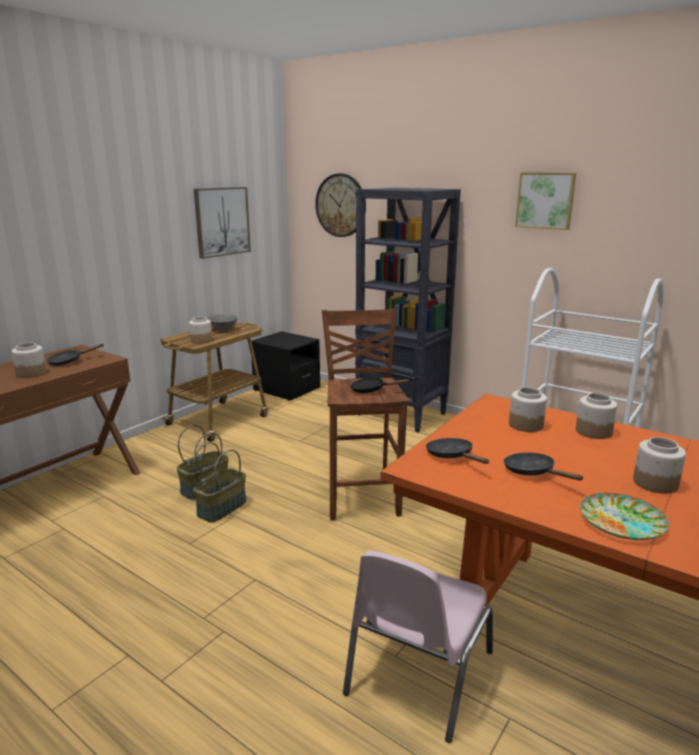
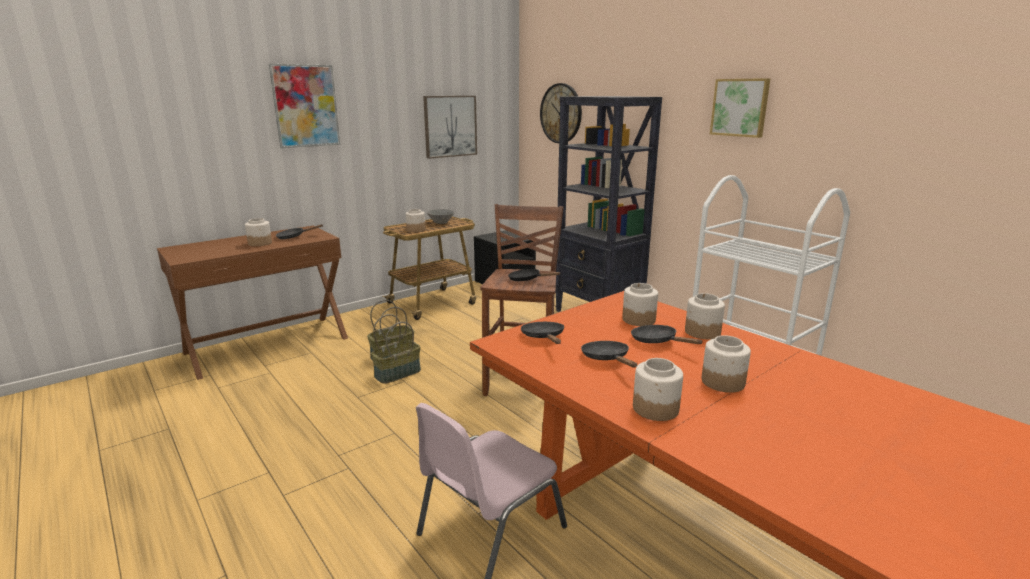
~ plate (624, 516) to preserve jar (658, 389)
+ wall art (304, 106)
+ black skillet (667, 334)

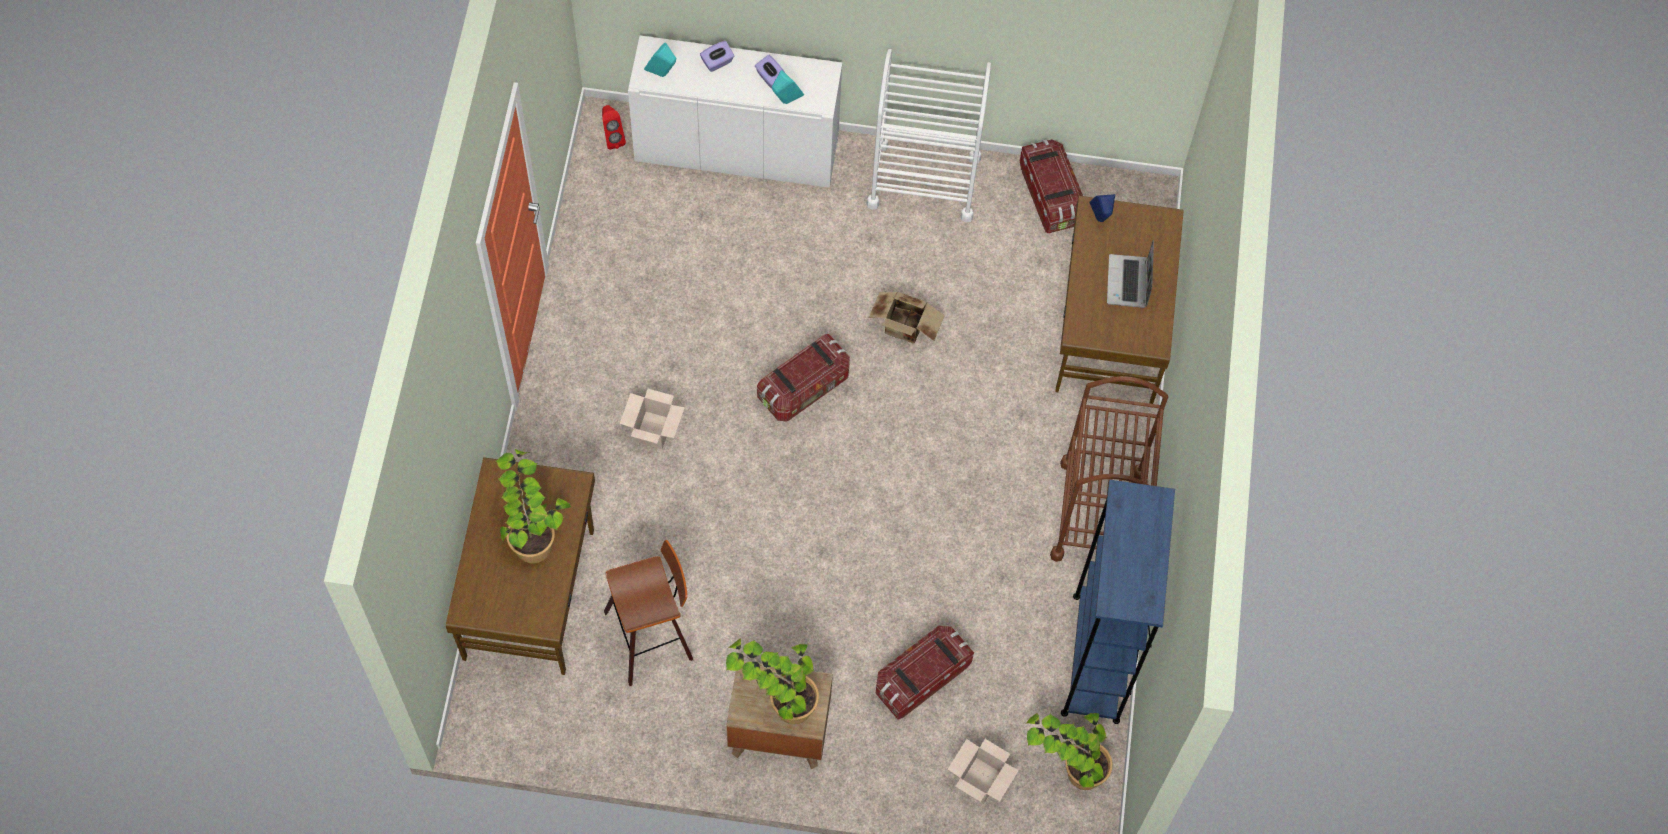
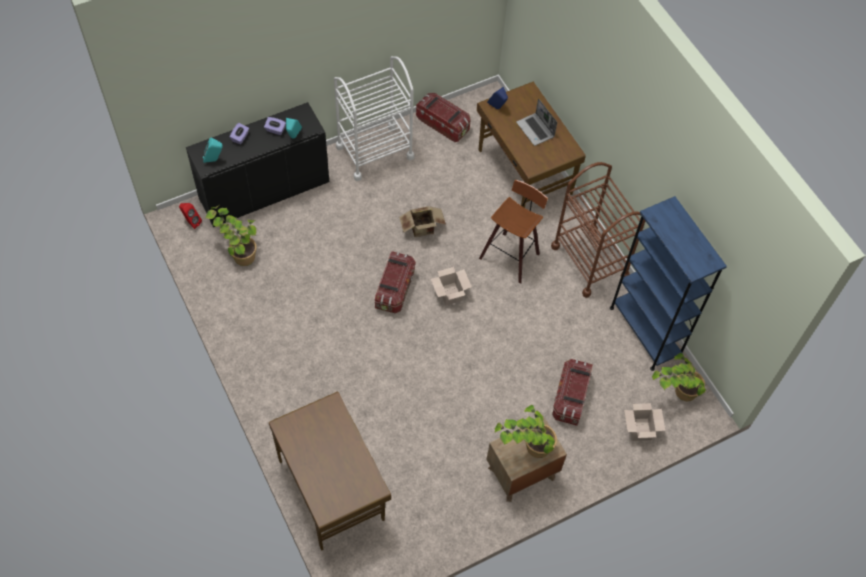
~ white cabinet (735, 112) to black cabinet (257, 164)
~ carton (652, 419) to (451, 286)
~ plant in a pot (533, 506) to (231, 235)
~ stool seat (648, 613) to (513, 232)

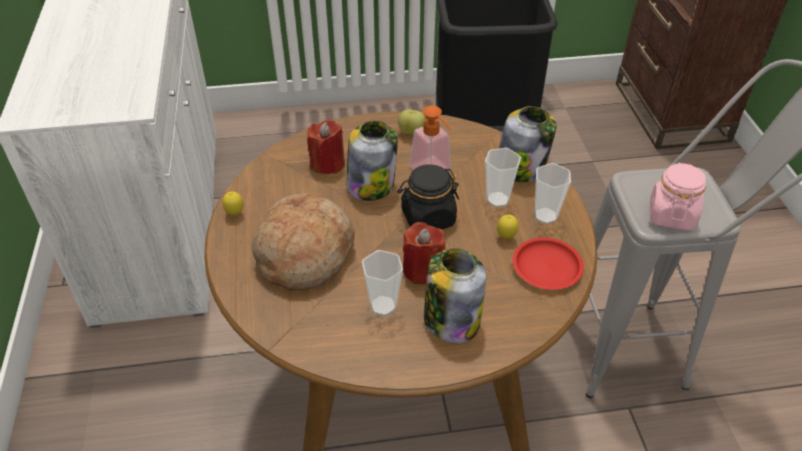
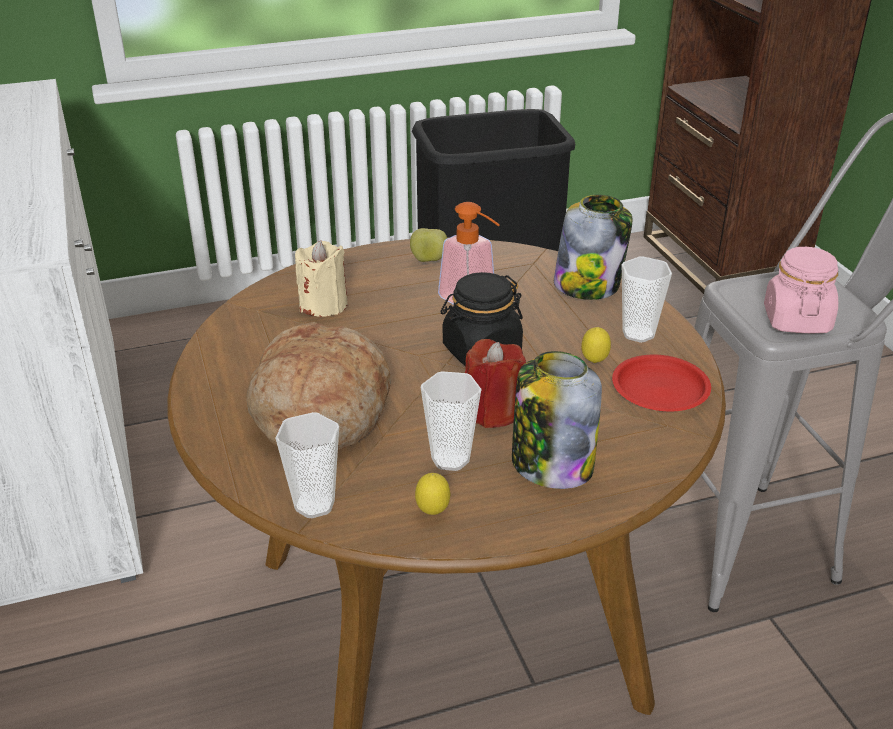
~ reddish candle (326, 146) to sand-coloured candle (321, 278)
- preserve jar (372, 161)
~ drinking cup (503, 177) to (307, 465)
~ lemon (233, 203) to (432, 494)

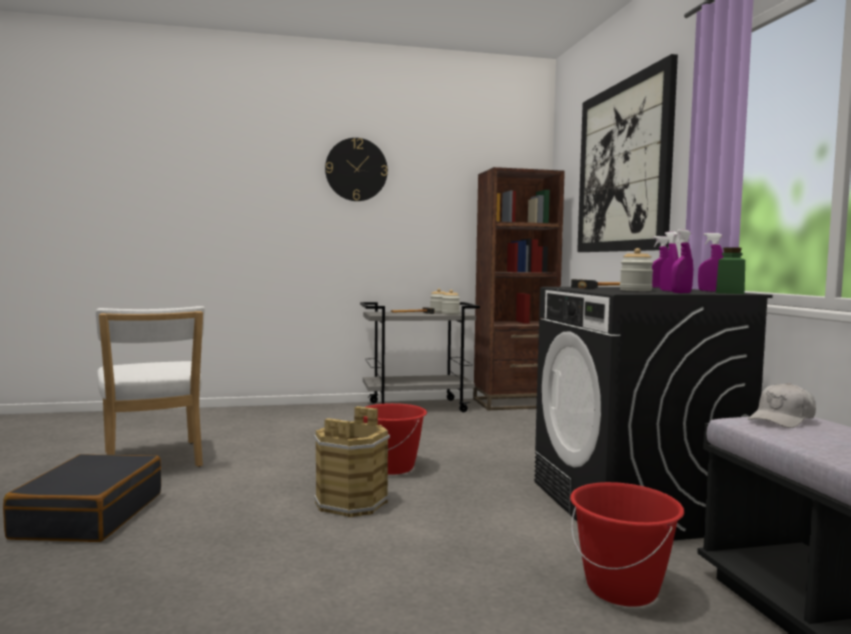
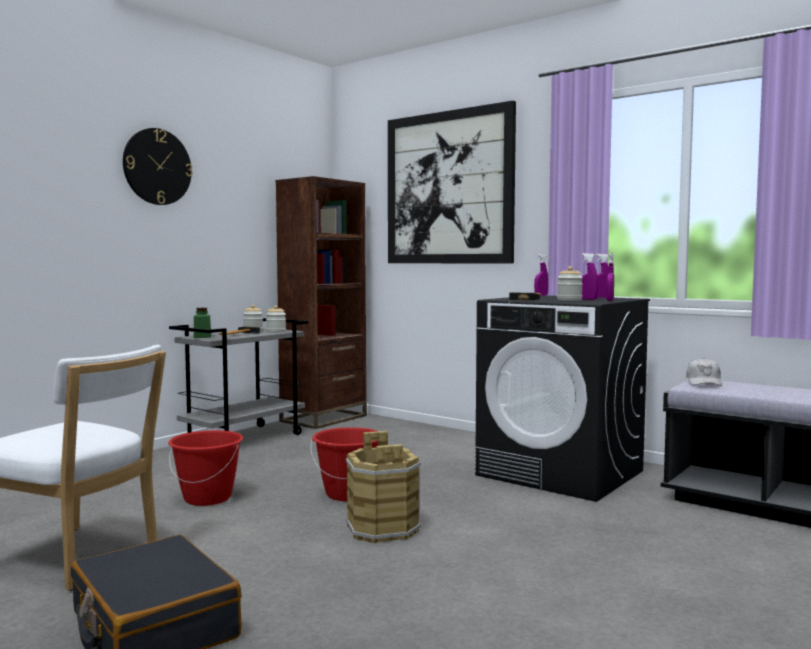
~ green preserve jar (730, 271) to (202, 323)
~ reddish water bucket (627, 544) to (205, 468)

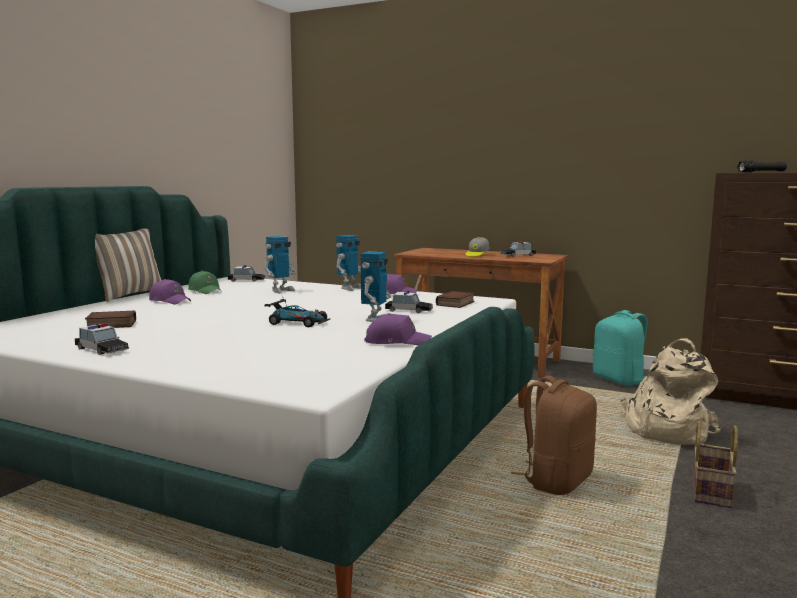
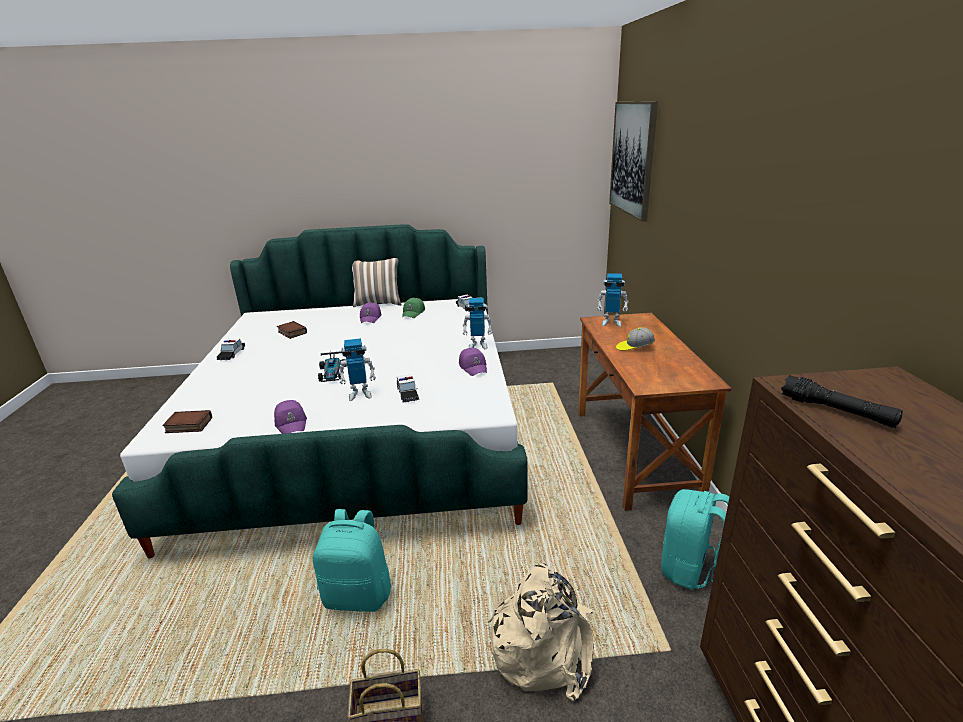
~ model robot (280, 264) to (613, 300)
- miniature car (518, 249)
~ bound book (455, 299) to (187, 421)
~ brown knapsack (554, 435) to turquoise-coloured knapsack (352, 560)
+ wall art (633, 162)

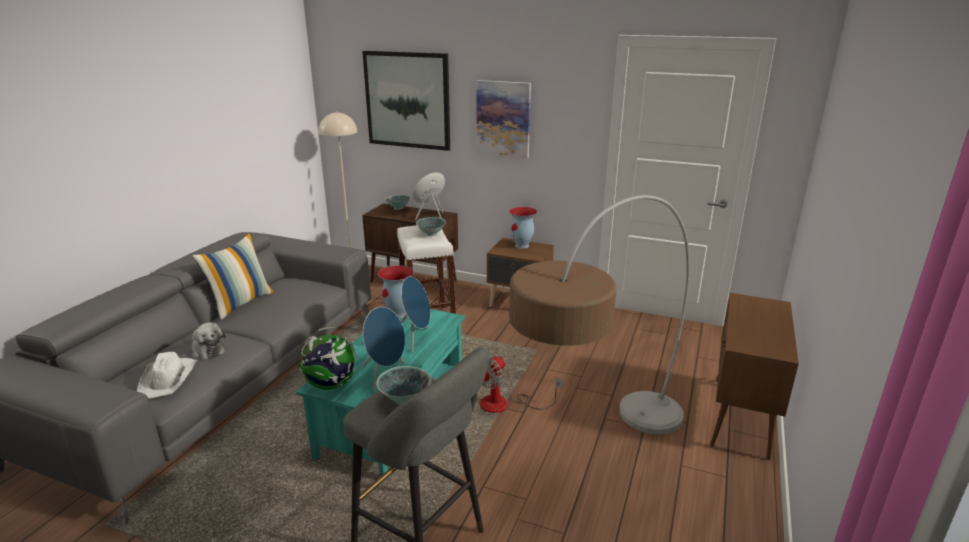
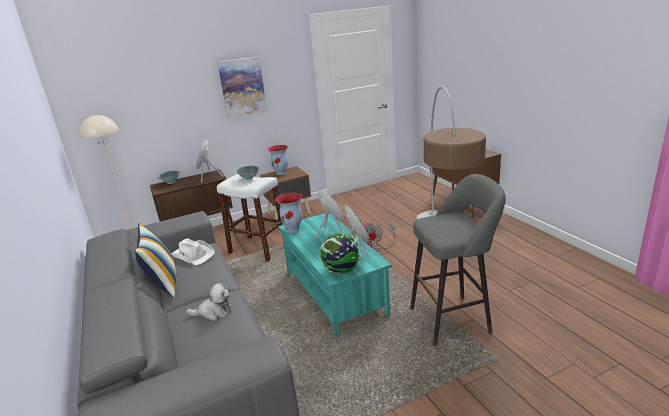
- wall art (406, 101)
~ white clothing hat (167, 375) to (193, 251)
- serving bowl (403, 385)

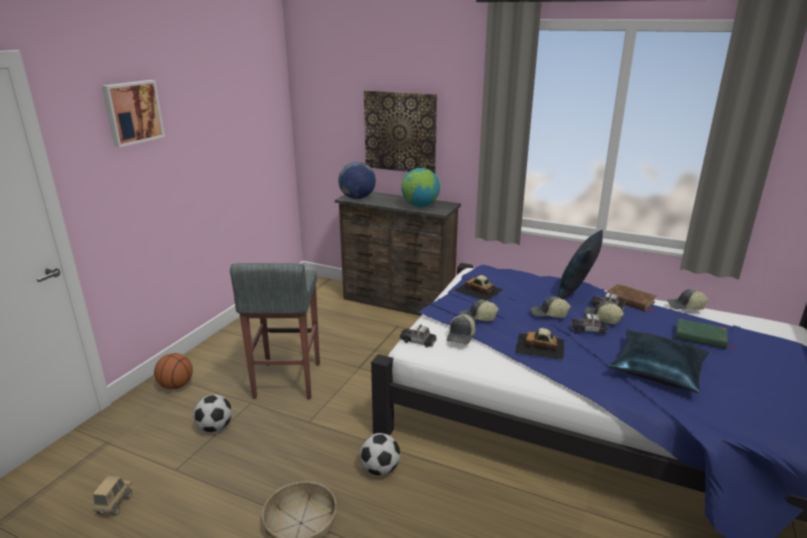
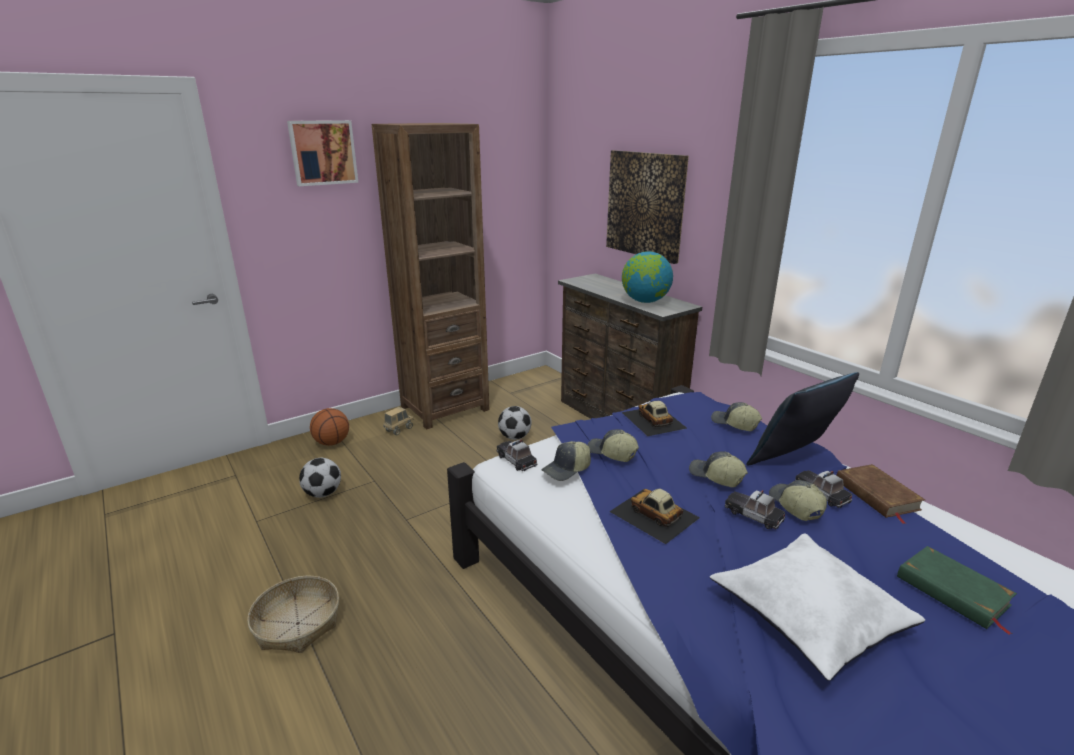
- desk globe (357, 180)
- grey stool seat (275, 331)
~ cap (687, 299) to (736, 417)
~ bluish throw pillow (659, 361) to white throw pillow (817, 607)
~ ball for football (380, 454) to (515, 423)
~ toy lorry (112, 496) to (398, 421)
+ brown shelving unit (430, 276)

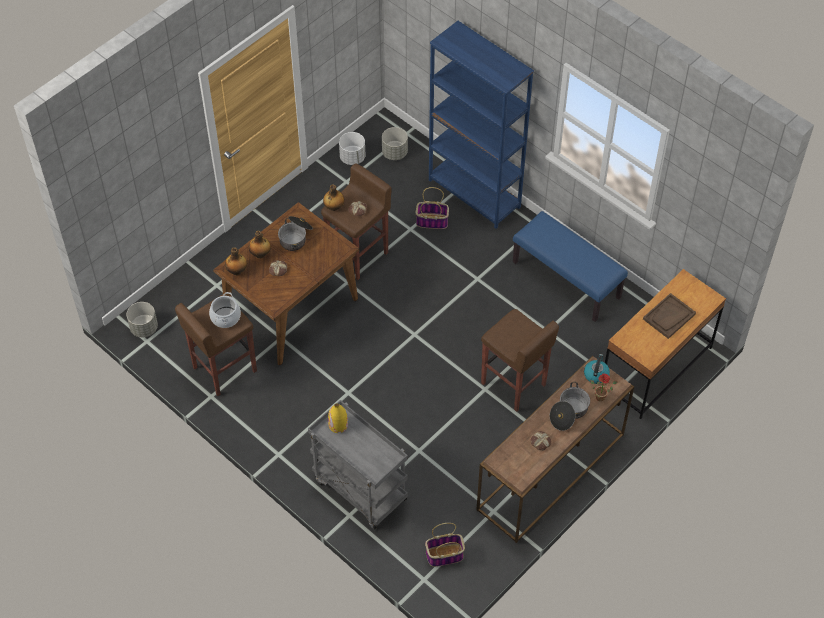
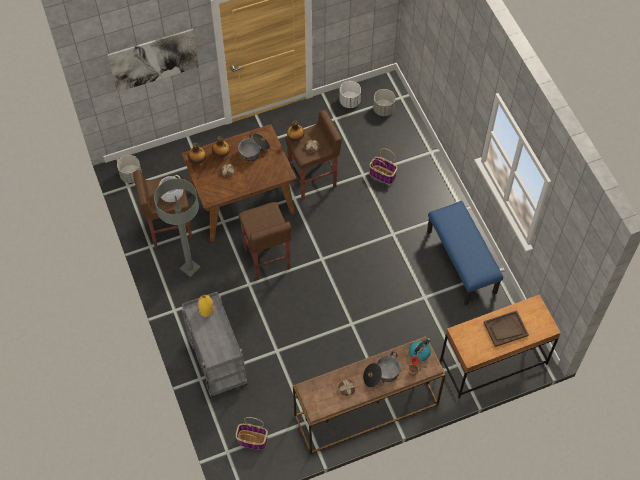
- bluish shelving unit (481, 125)
~ brown stool seat (520, 360) to (265, 241)
+ wall art (153, 60)
+ grey standing lamp (177, 227)

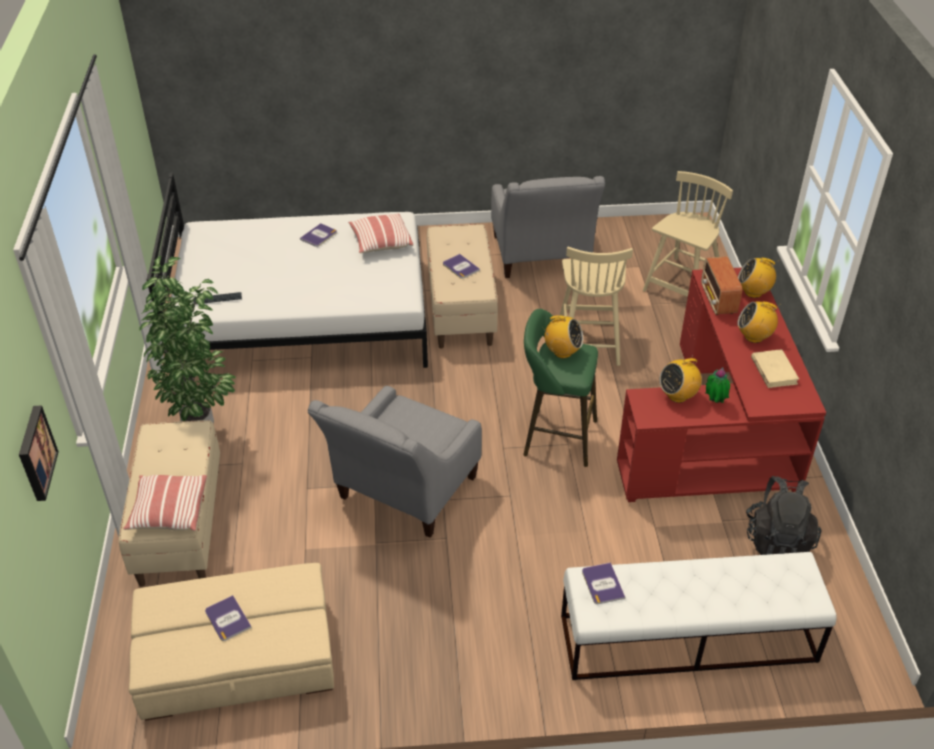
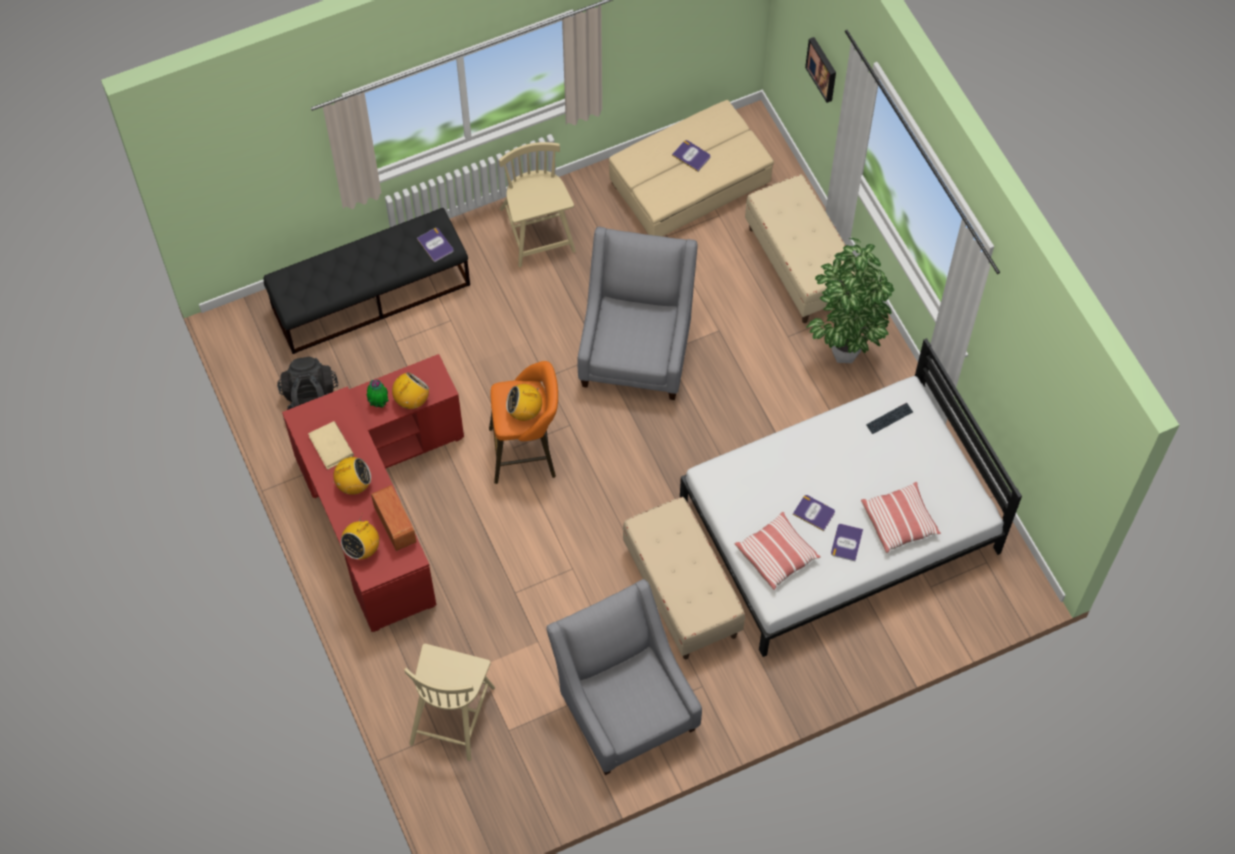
~ sand-coloured chair (596, 306) to (537, 204)
~ bound book (461, 266) to (814, 513)
~ radio receiver (757, 278) = (360, 536) 135 degrees clockwise
~ green stool seat (560, 388) to orange stool seat (523, 422)
~ throw pillow (165, 503) to (901, 517)
~ white indoor bench (699, 616) to black indoor bench (366, 281)

